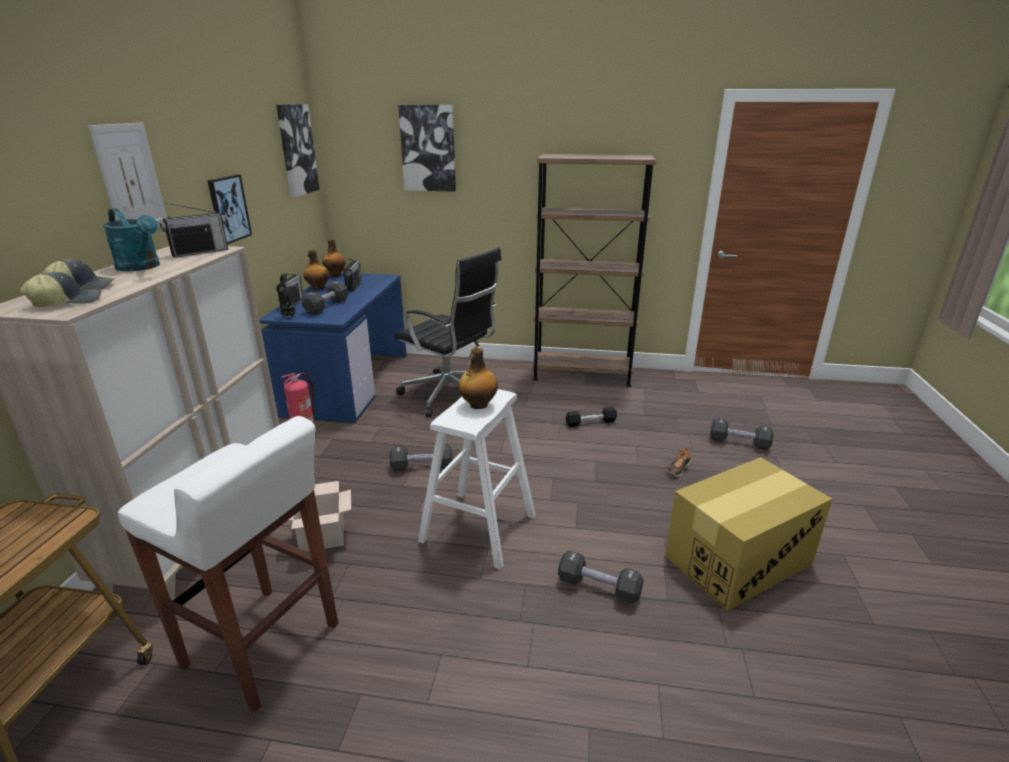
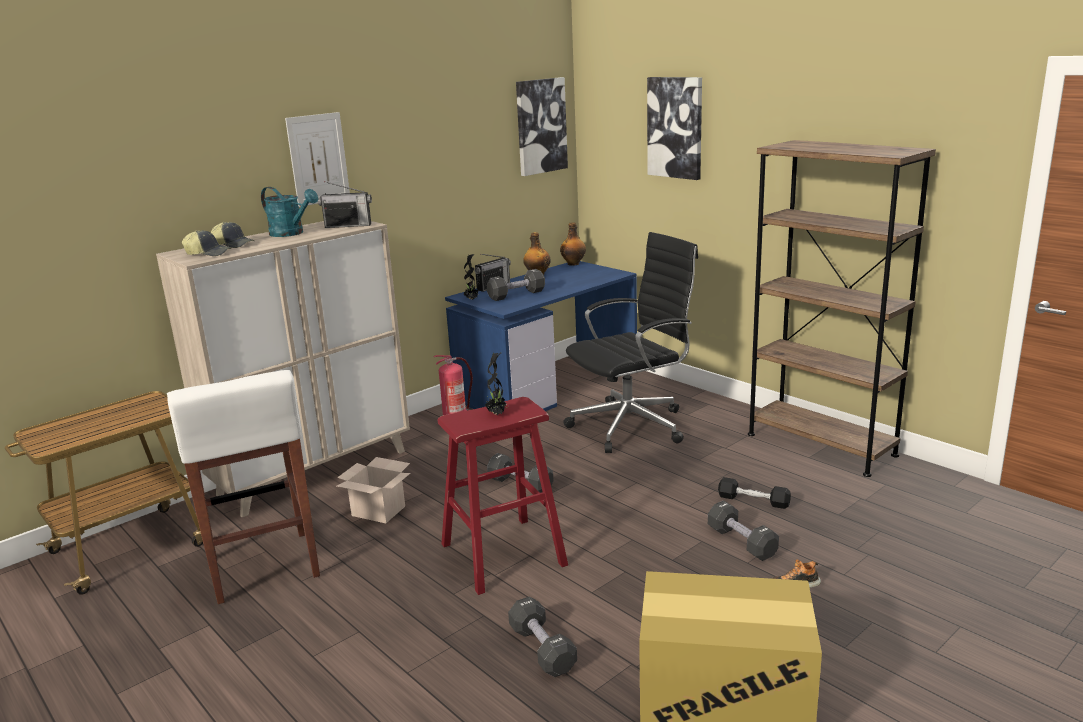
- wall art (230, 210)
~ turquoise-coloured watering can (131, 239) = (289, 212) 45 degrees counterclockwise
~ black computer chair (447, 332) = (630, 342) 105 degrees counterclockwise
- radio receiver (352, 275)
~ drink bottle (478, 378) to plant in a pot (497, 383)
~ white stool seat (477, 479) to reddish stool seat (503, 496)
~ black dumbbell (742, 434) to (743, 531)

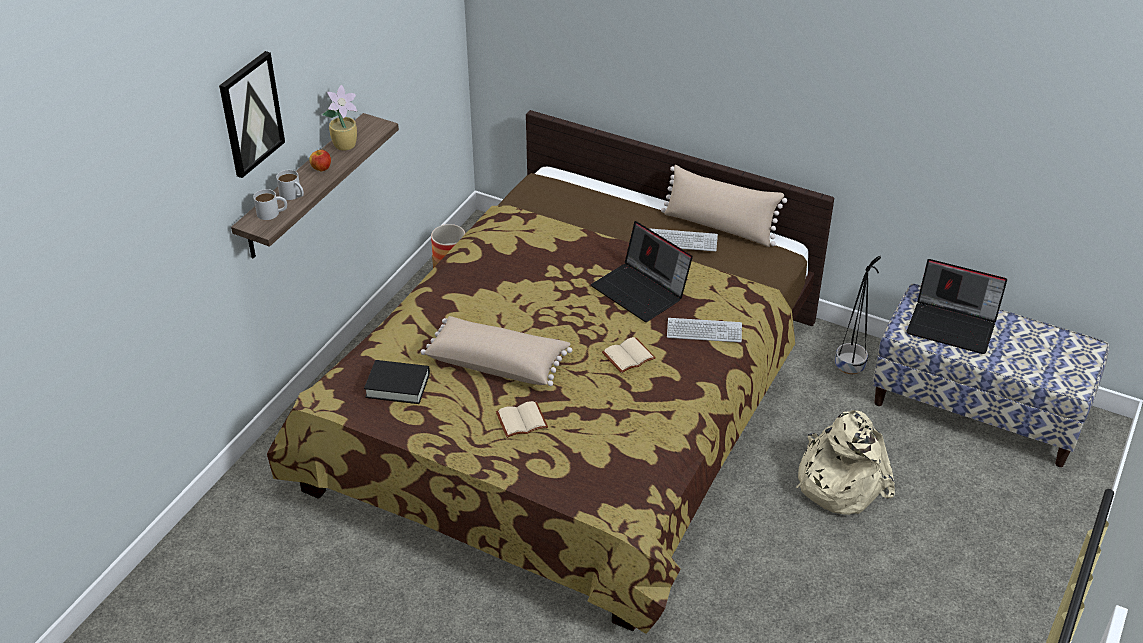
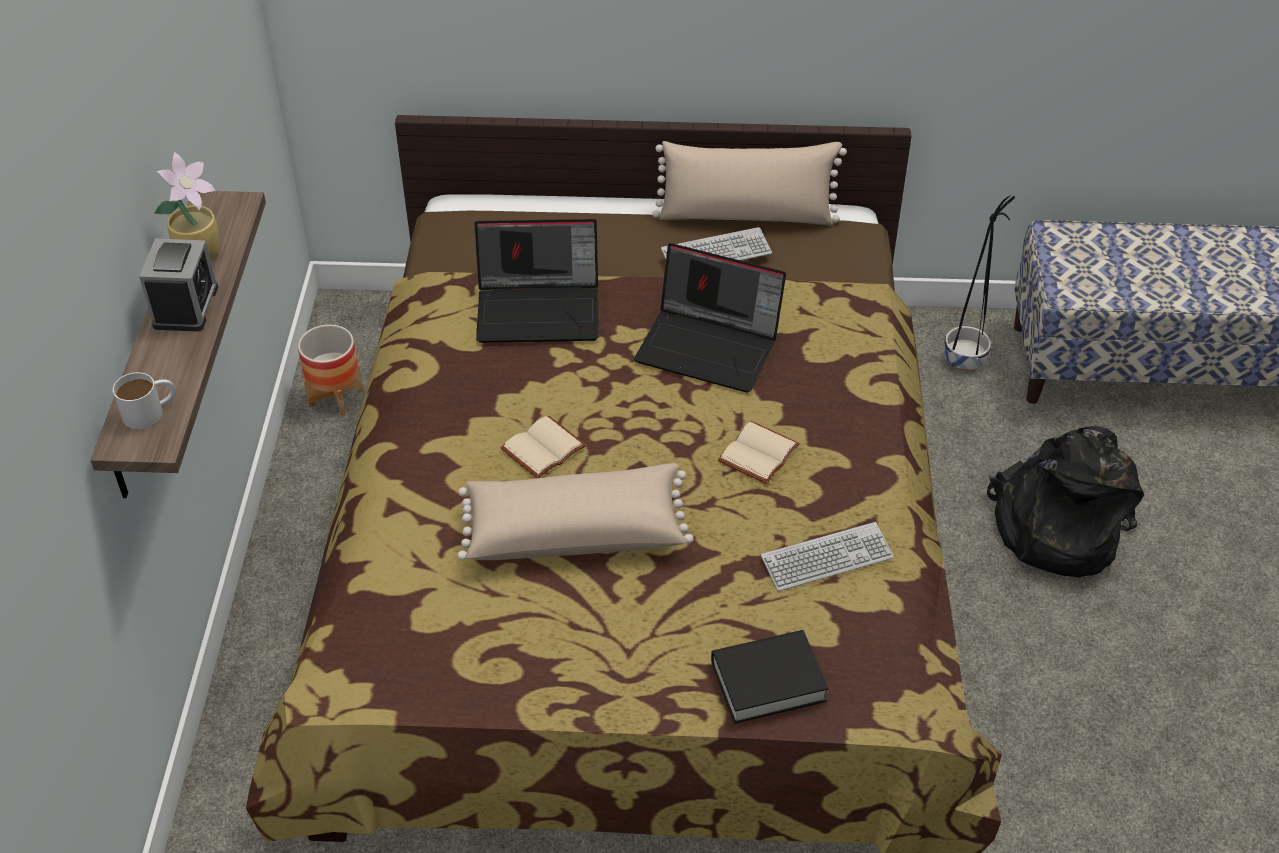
- wall art (252, 114)
~ apple fruit (320, 160) to bedside clock (178, 285)
- white tea mug (290, 185)
~ laptop (956, 306) to (536, 281)
~ PC keyboard (704, 330) to (827, 556)
~ black bound book (397, 382) to (770, 677)
~ sand-coloured bound book (522, 419) to (543, 447)
~ sand-coloured knapsack (845, 462) to black knapsack (1065, 501)

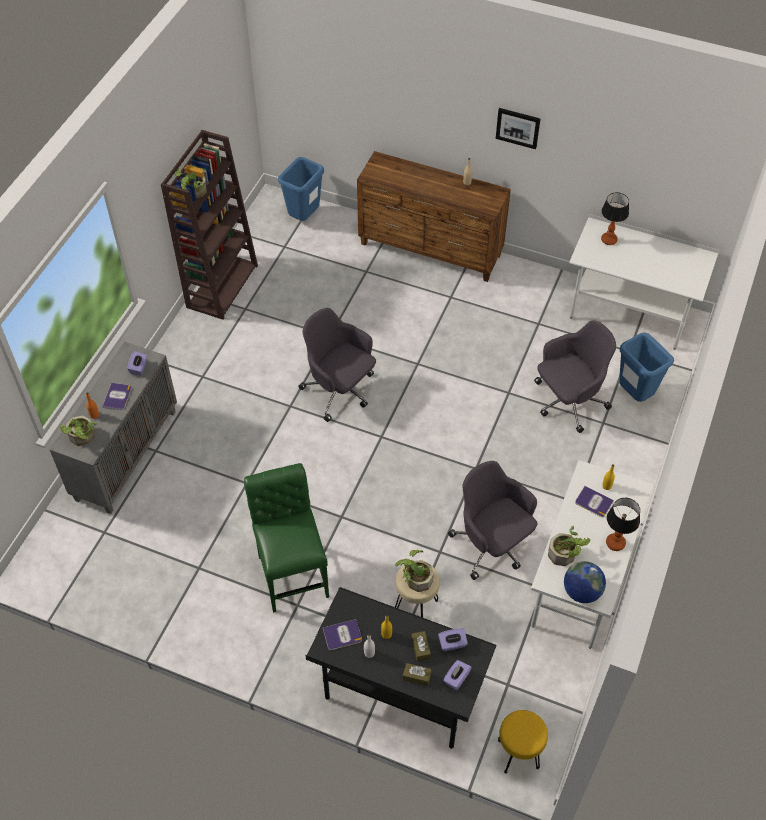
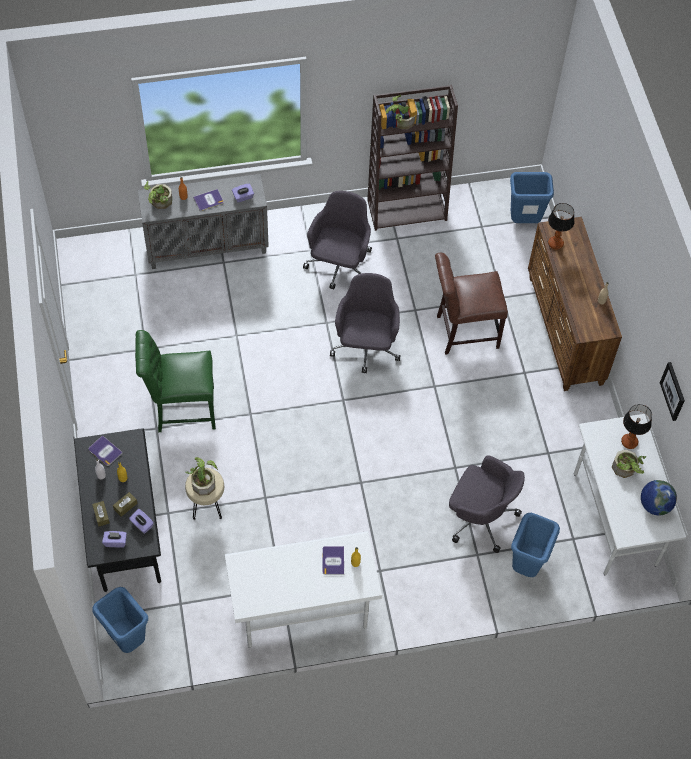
~ wall art (518, 128) to (672, 391)
~ grey computer chair (493, 520) to (337, 240)
~ green chair (286, 537) = (175, 381) 135 degrees counterclockwise
~ table lamp (623, 524) to (561, 226)
~ plant in a pot (569, 546) to (629, 464)
~ desk globe (585, 582) to (659, 497)
~ yellow stool seat (523, 742) to bluish waste bin (120, 620)
+ brown chair (471, 304)

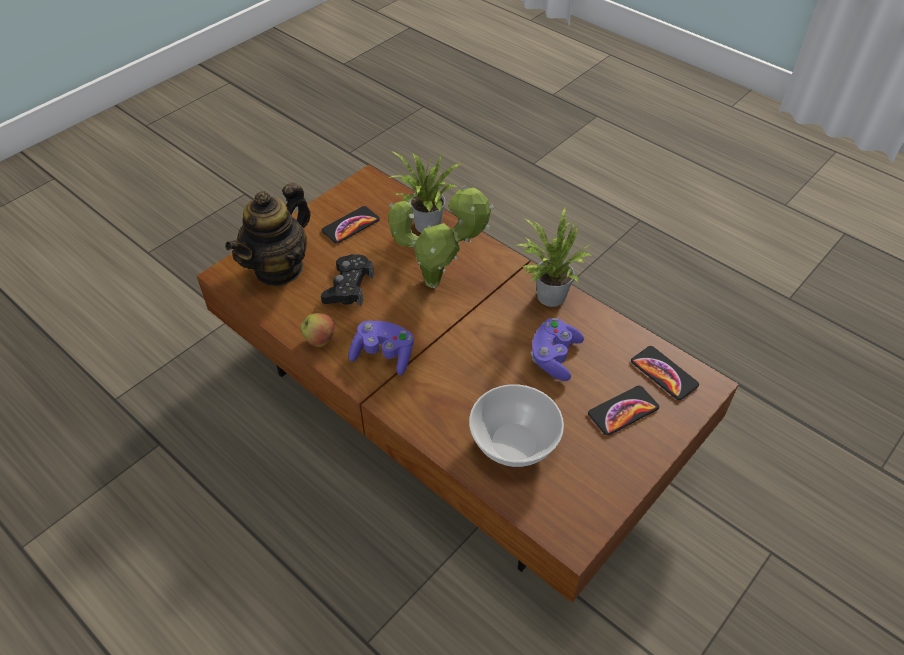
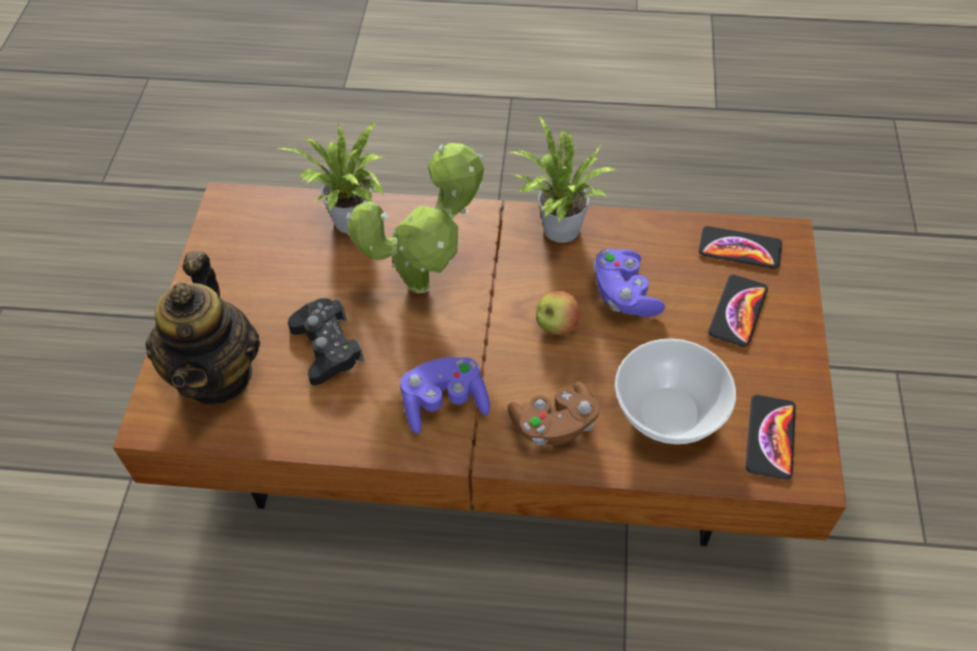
~ handset (350, 225) to (771, 437)
~ apple fruit (317, 330) to (558, 313)
+ brown game controller (554, 413)

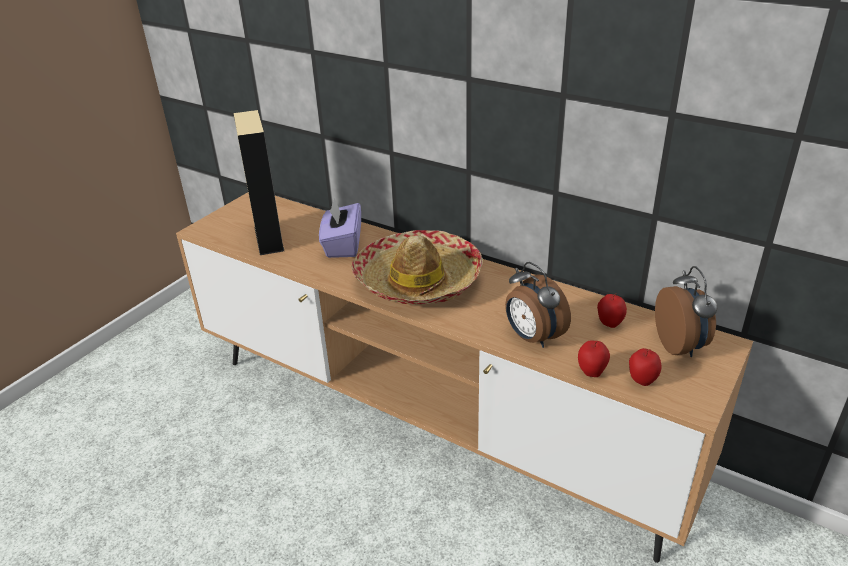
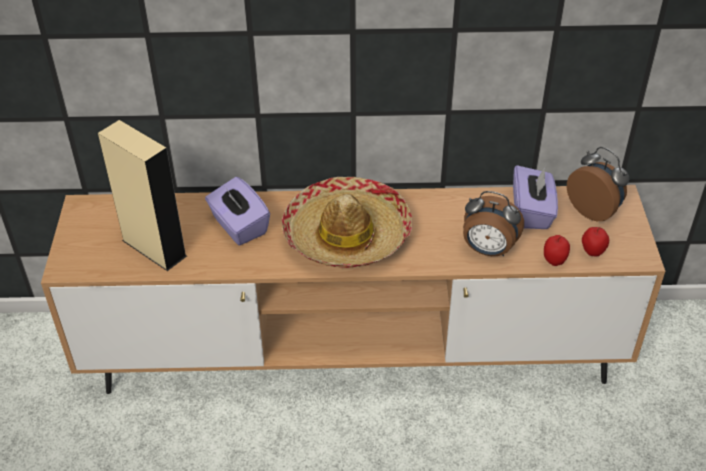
~ apple fruit (612, 311) to purplish tissue box (535, 197)

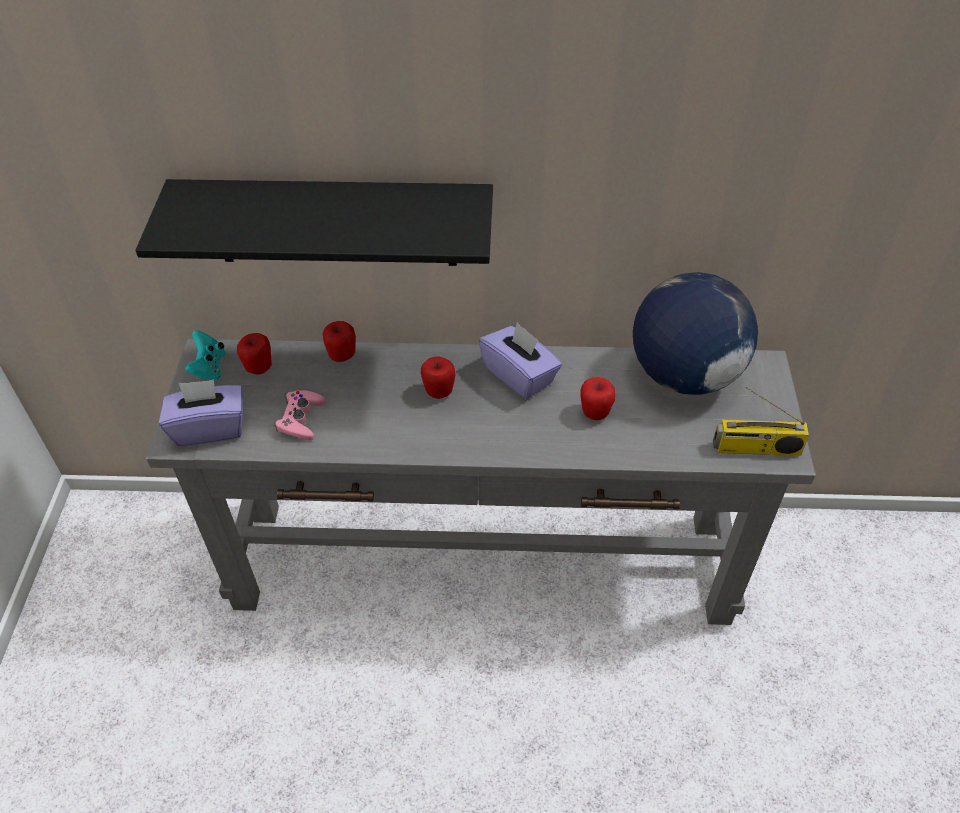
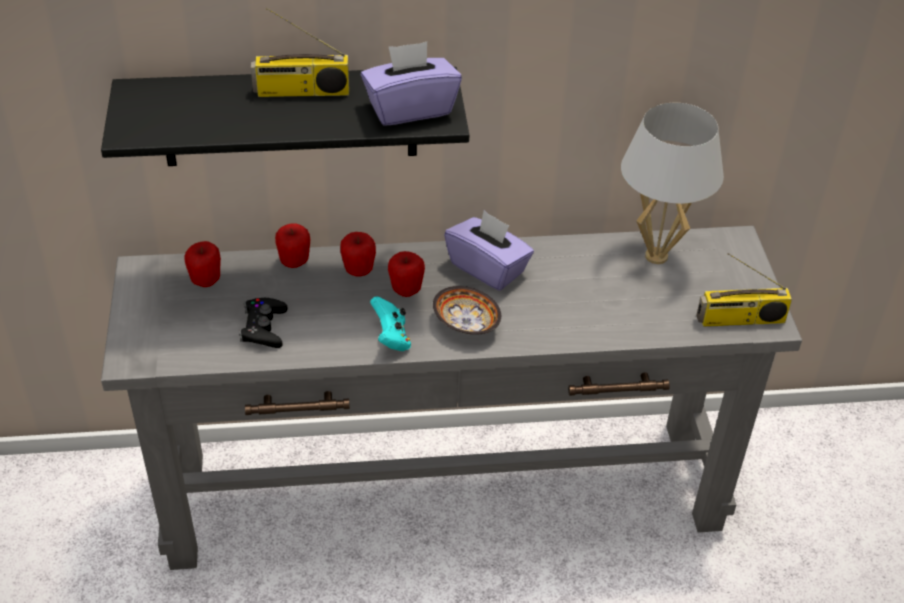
~ desk globe (695, 333) to white table lamp (672, 183)
~ turquoise-coloured game controller (205, 355) to (390, 323)
~ apple fruit (598, 398) to (358, 254)
~ purplish tissue box (201, 413) to (411, 84)
~ pink game controller (300, 415) to black game controller (263, 323)
+ radio receiver (300, 52)
+ serving bowl (467, 310)

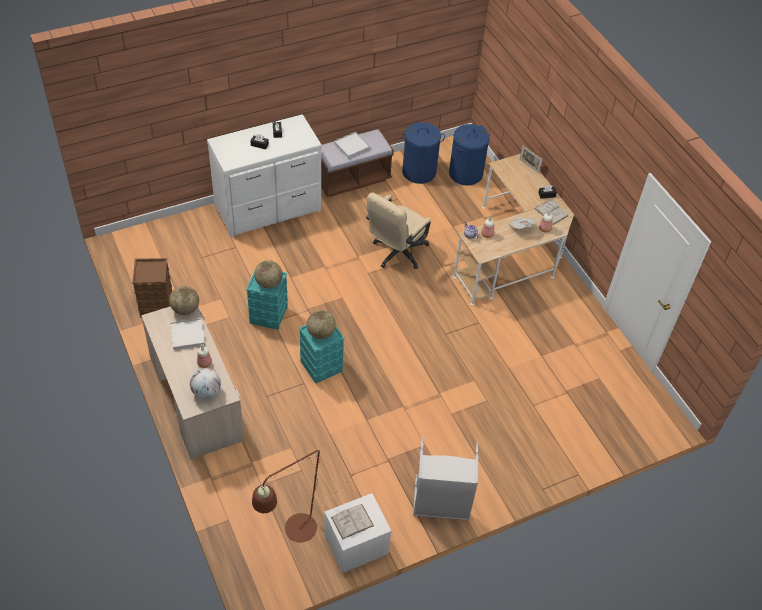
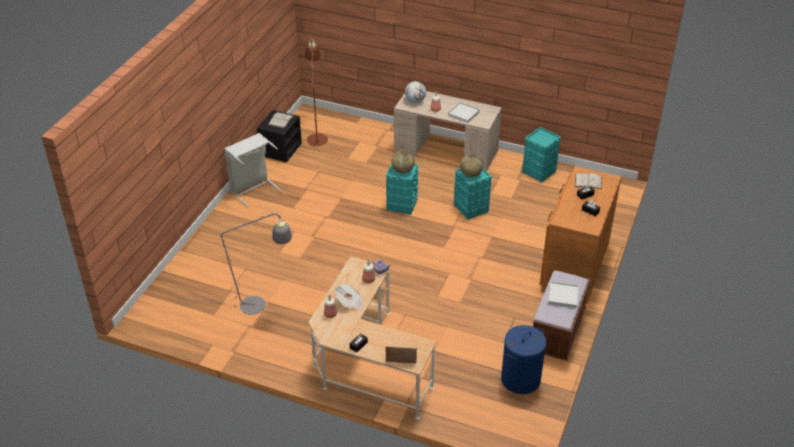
~ white chest of drawers (264, 176) to brown chest of drawers (581, 235)
- bluish hamper (469, 154)
- sand-coloured computer chair (398, 231)
~ white bound book (551, 212) to (588, 181)
~ brown storage box (152, 287) to turquoise-coloured storage box (541, 155)
- desk globe (184, 300)
~ white night table (358, 533) to black night table (279, 136)
+ grey standing lamp (240, 263)

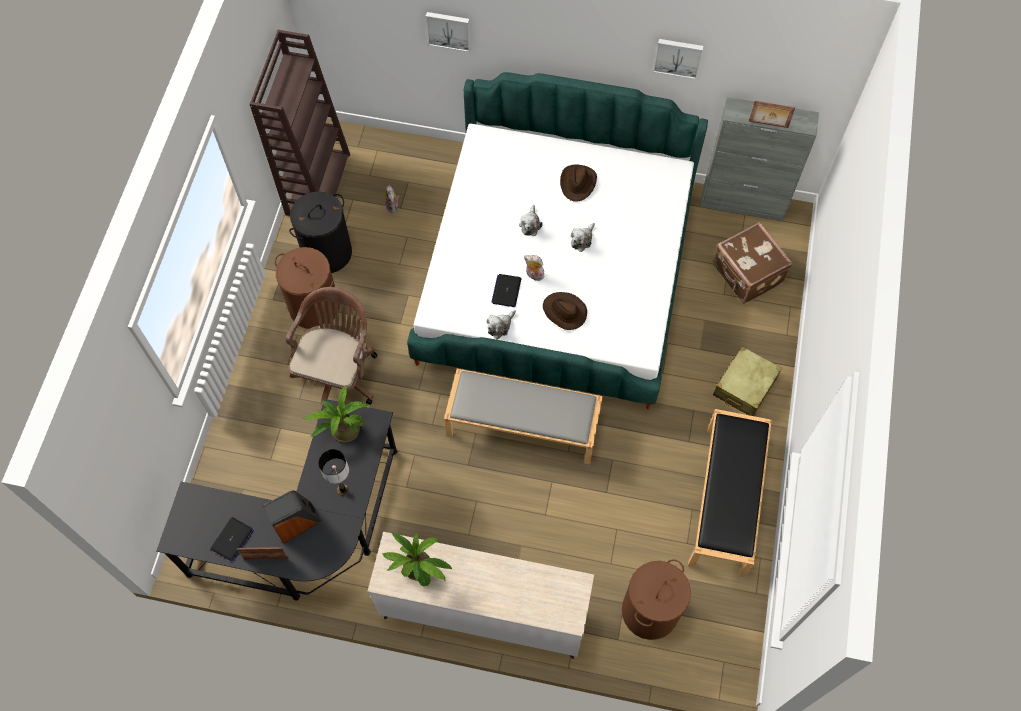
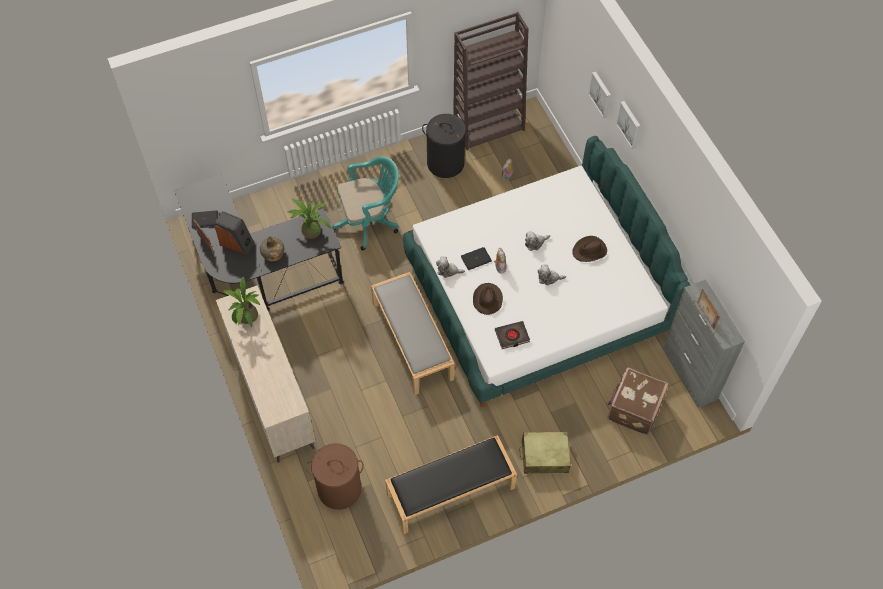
~ wall art (678, 59) to (628, 125)
- brown hamper (307, 288)
~ brown computer chair (331, 349) to turquoise-coloured computer chair (365, 203)
~ table lamp (333, 472) to green drink bottle (272, 248)
+ black bound book (512, 335)

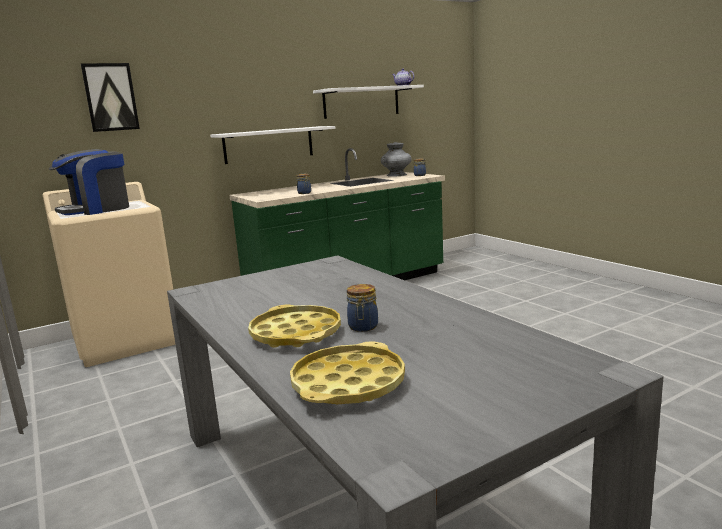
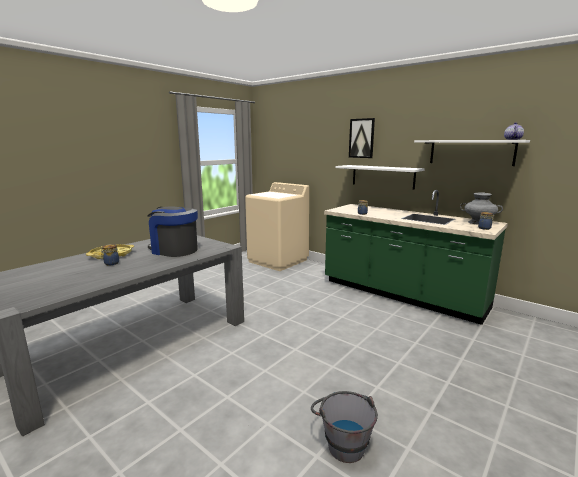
~ wall art (110, 97) to (362, 138)
~ coffee maker (89, 182) to (172, 231)
- yellow serving tray (347, 372)
+ grey water bucket (344, 427)

